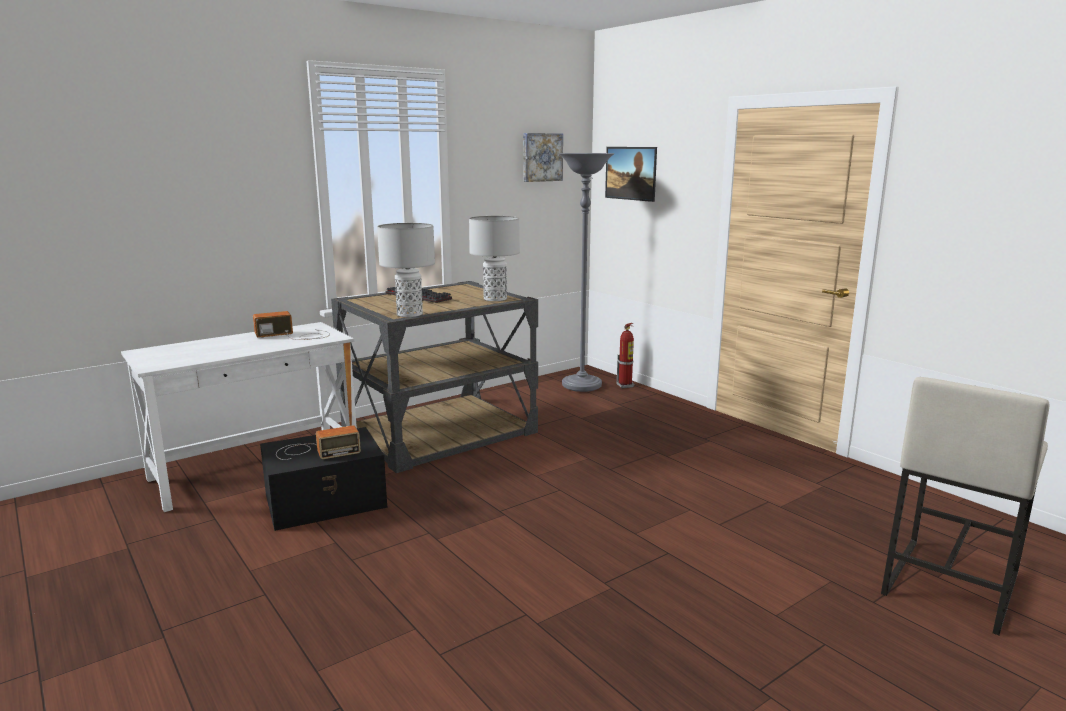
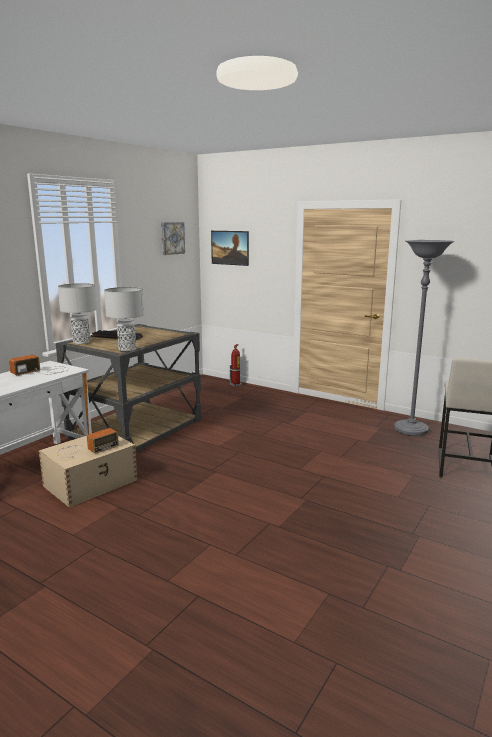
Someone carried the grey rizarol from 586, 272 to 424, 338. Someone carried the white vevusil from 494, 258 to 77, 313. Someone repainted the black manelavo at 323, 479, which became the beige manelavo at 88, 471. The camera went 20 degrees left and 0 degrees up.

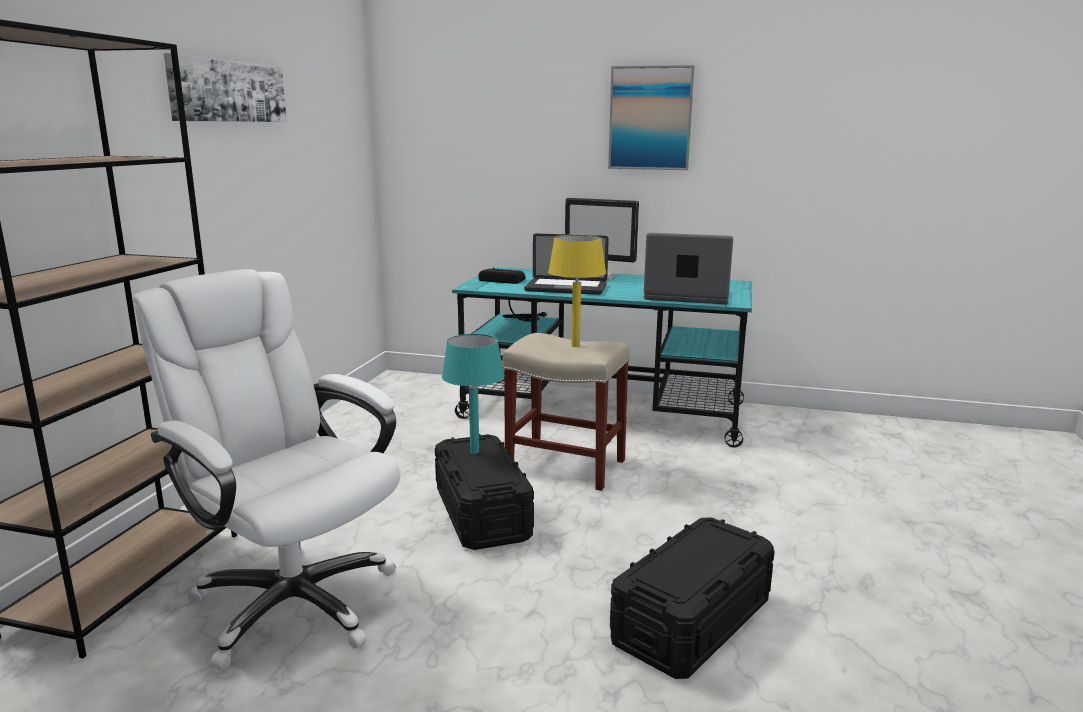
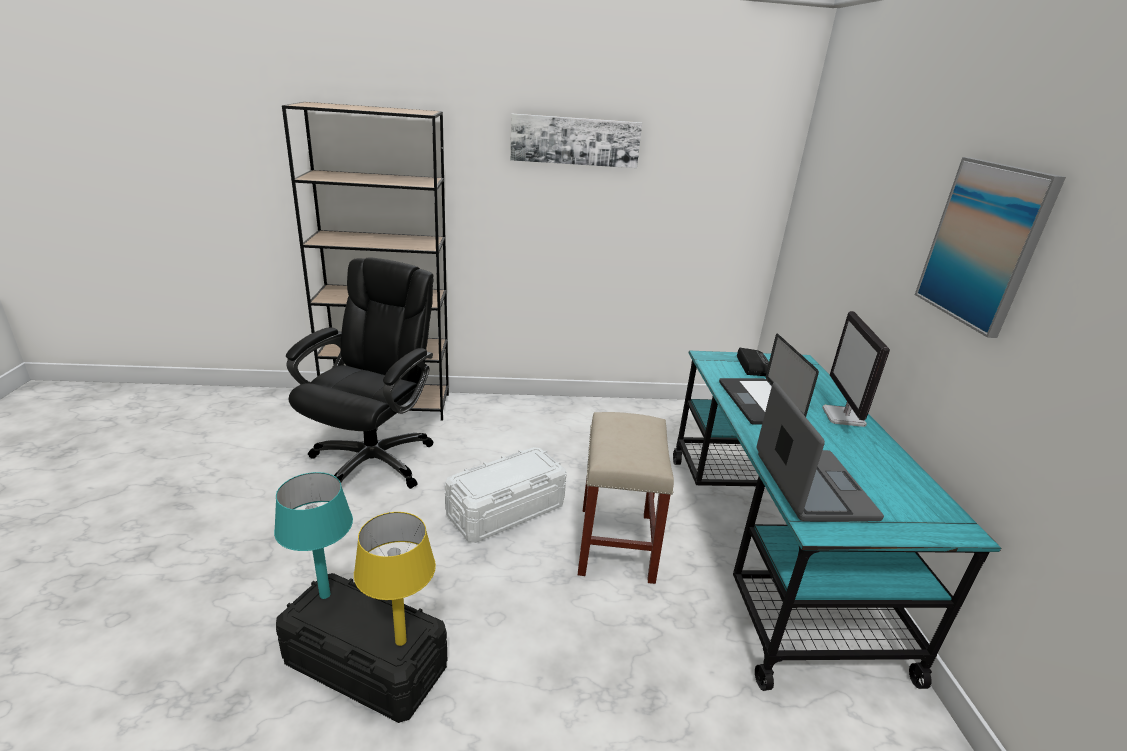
Someone carried the yellow vevusil from 577, 291 to 395, 579. Someone repainted the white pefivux at 266, 470, which became the black pefivux at 360, 373. Someone carried the turquoise vevusil from 473, 394 to 313, 535. Someone repainted the black manelavo at 484, 492, which became the white manelavo at 506, 495. The camera went 70 degrees right and 10 degrees up.

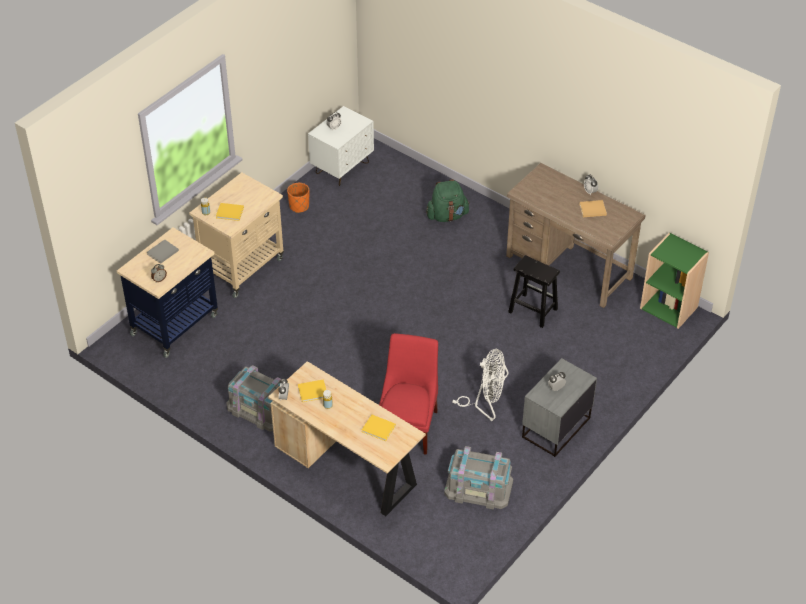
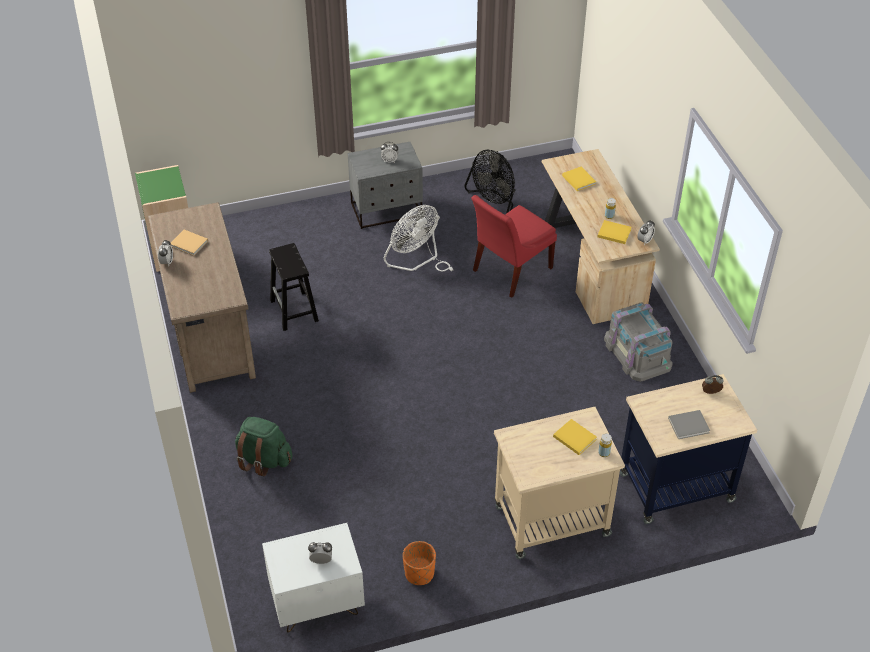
Someone swapped the grey manelavo at 478, 478 for the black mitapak at 490, 182. The camera went 145 degrees left and 0 degrees up.

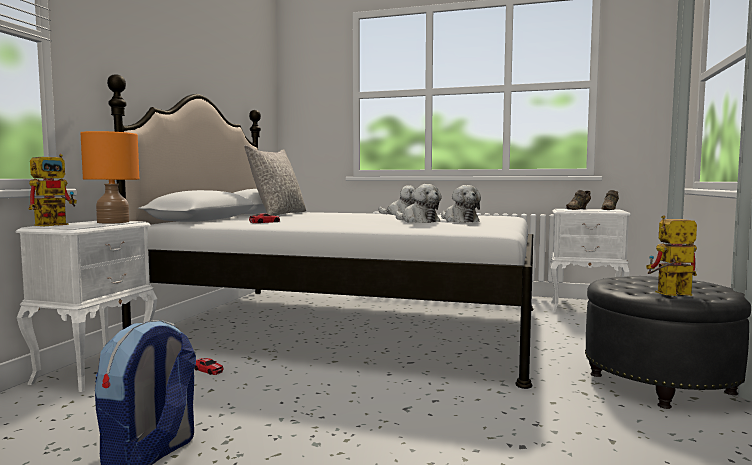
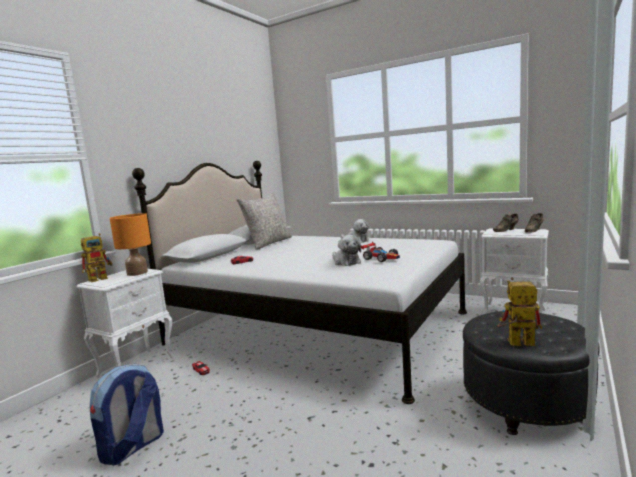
Someone swapped the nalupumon at 461, 204 for the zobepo at 380, 252. The camera went 15 degrees right and 5 degrees up.

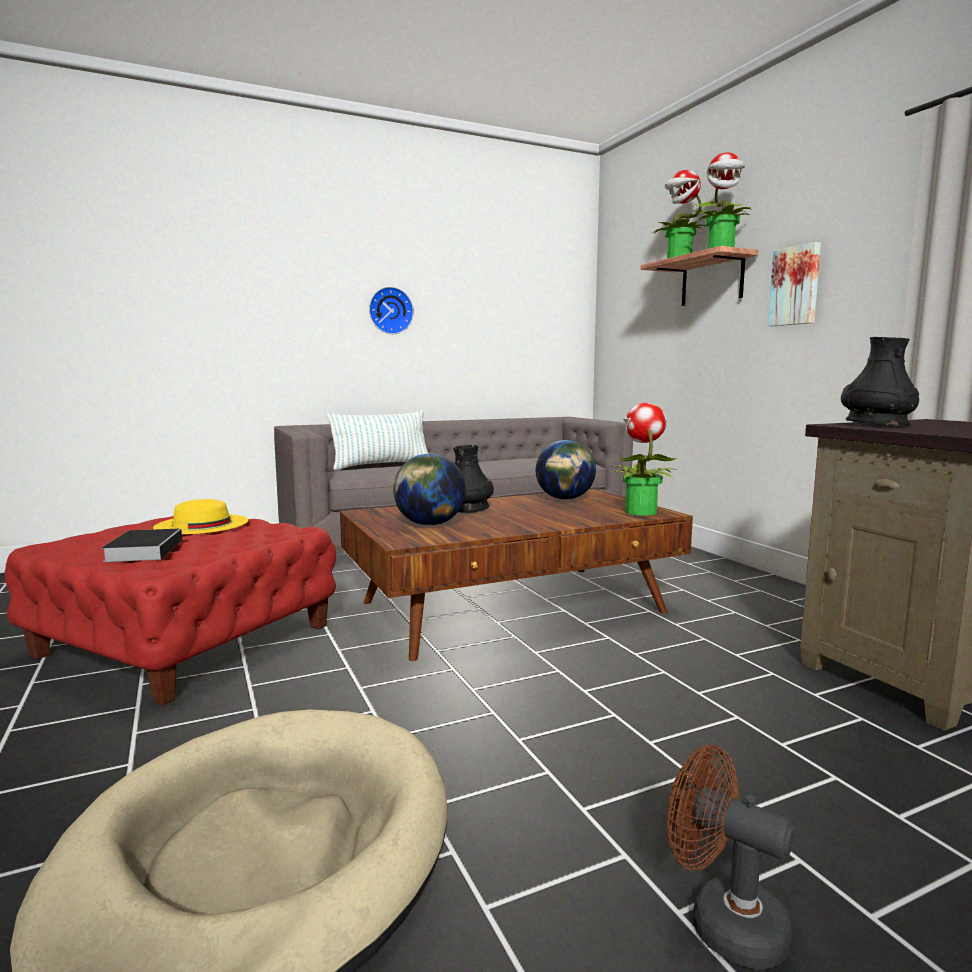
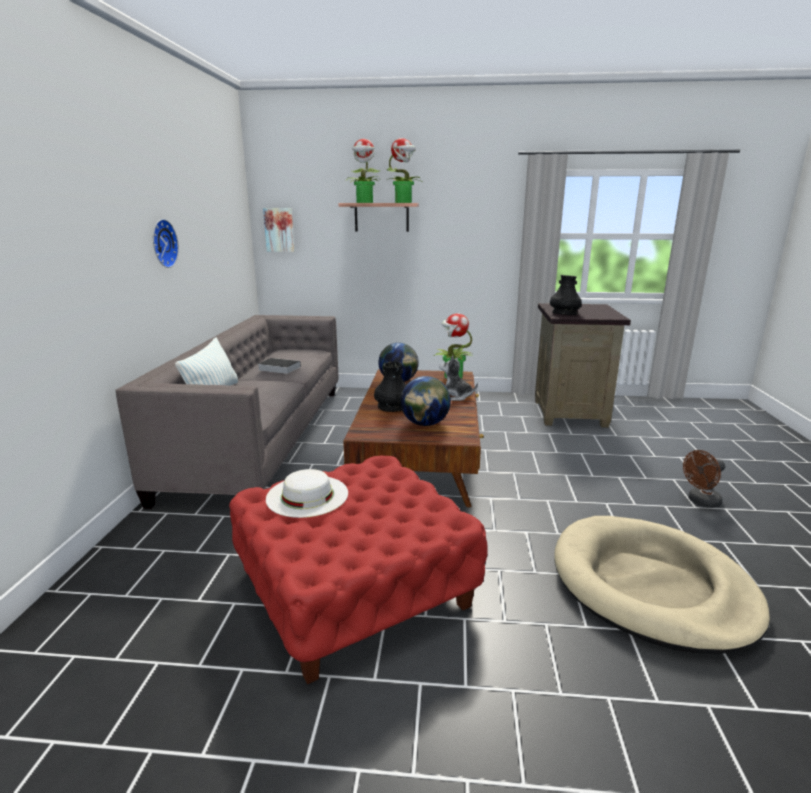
Someone carried the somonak from 794, 284 to 278, 230. Someone repainted the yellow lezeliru at 200, 516, which became the white lezeliru at 307, 493. Someone carried the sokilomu from 142, 545 to 279, 366. Someone put down the nalupumon at 458, 378. The camera went 60 degrees left and 10 degrees up.

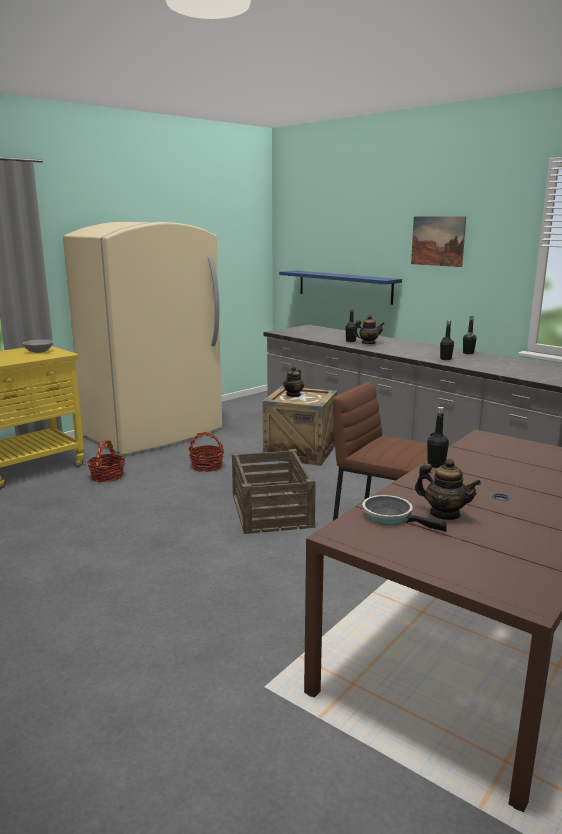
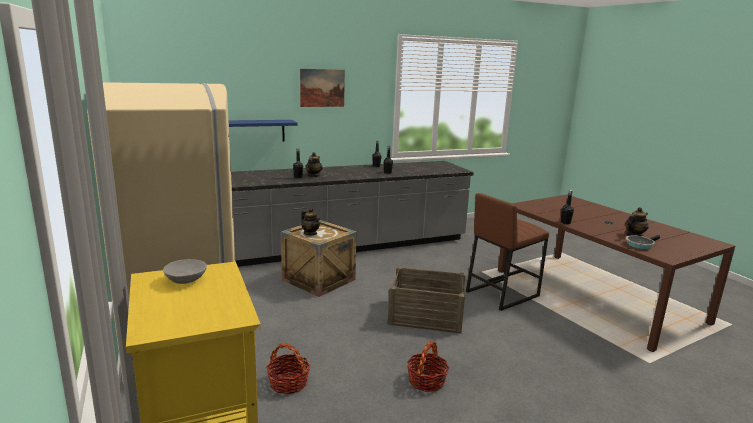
Someone carried the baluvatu from 206, 451 to 428, 366. The camera went 70 degrees left and 0 degrees up.

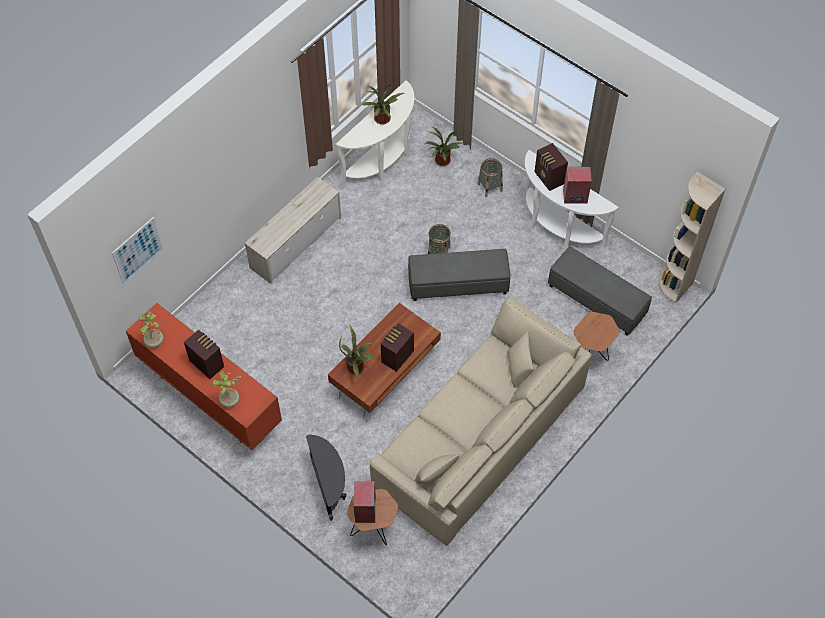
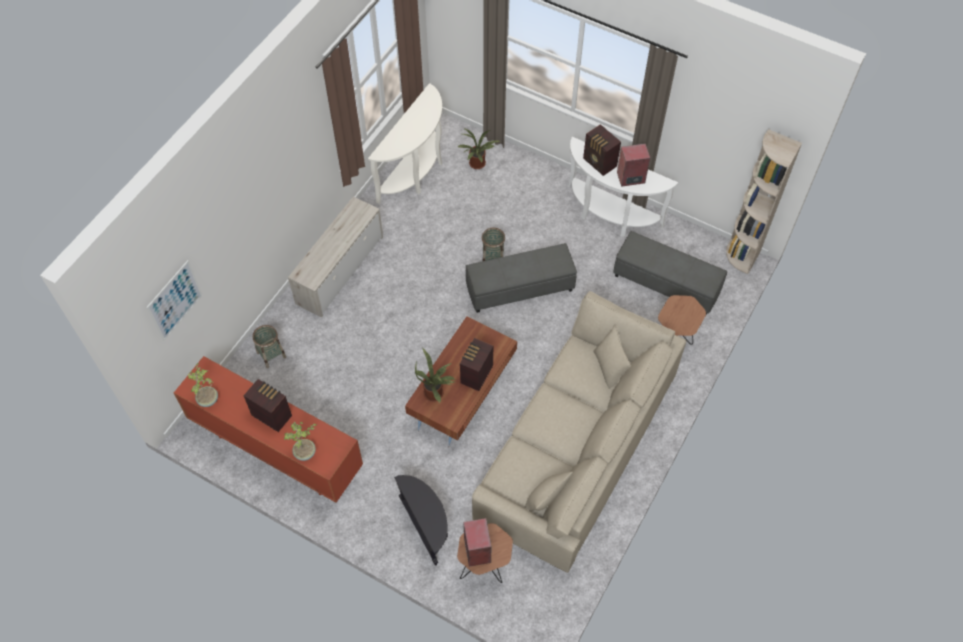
Someone took away the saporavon at 382, 104. Someone carried the baluvatu from 490, 177 to 269, 346. The camera went 10 degrees left and 0 degrees up.

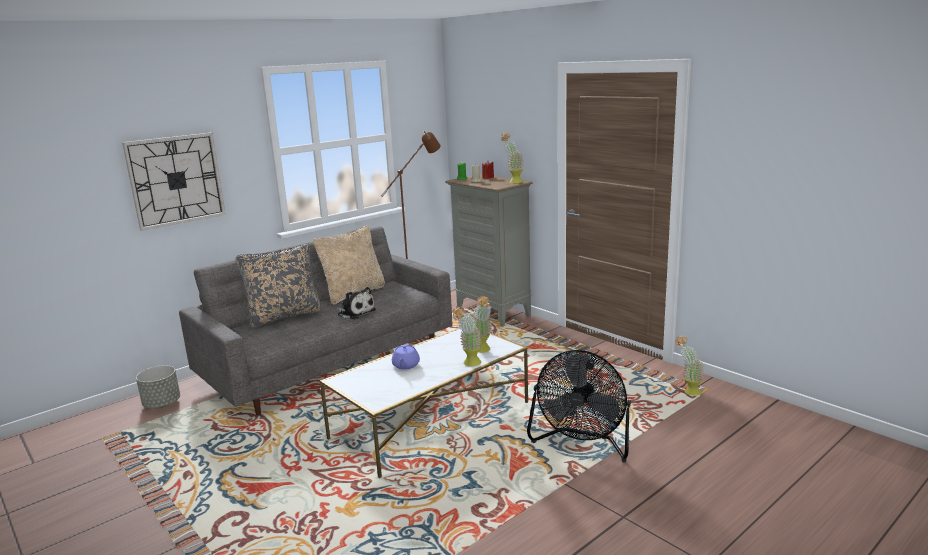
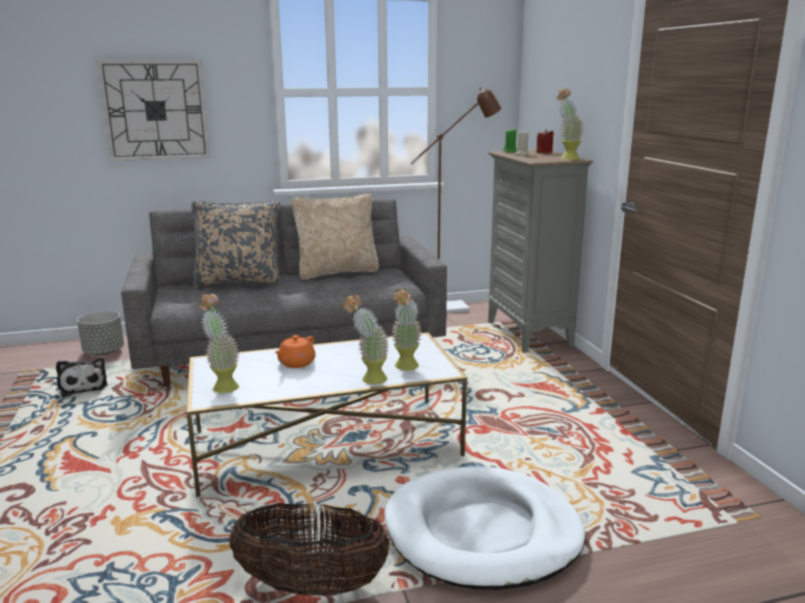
Someone carried the nalupumon from 356, 303 to 82, 377. Someone carried the saporavon from 689, 365 to 219, 343. Someone repainted the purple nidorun at 406, 357, which became the orange nidorun at 295, 351. Someone swapped the black mitapak at 579, 406 for the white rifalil at 485, 528. Someone put down the baluvatu at 309, 549. The camera went 25 degrees right and 0 degrees up.

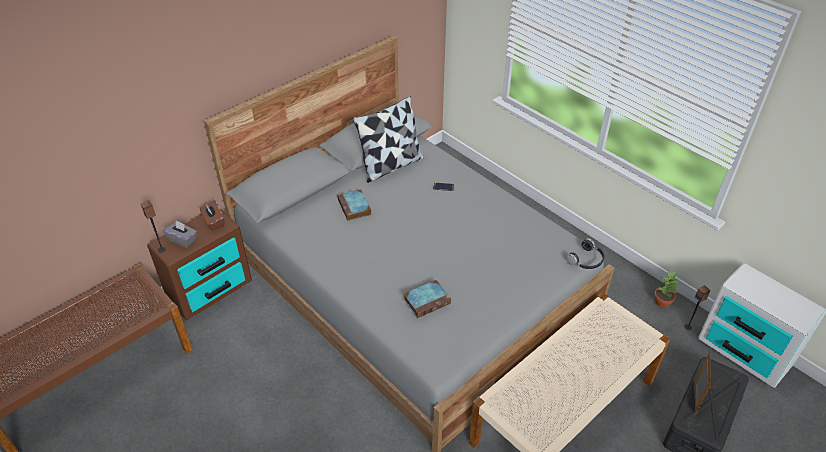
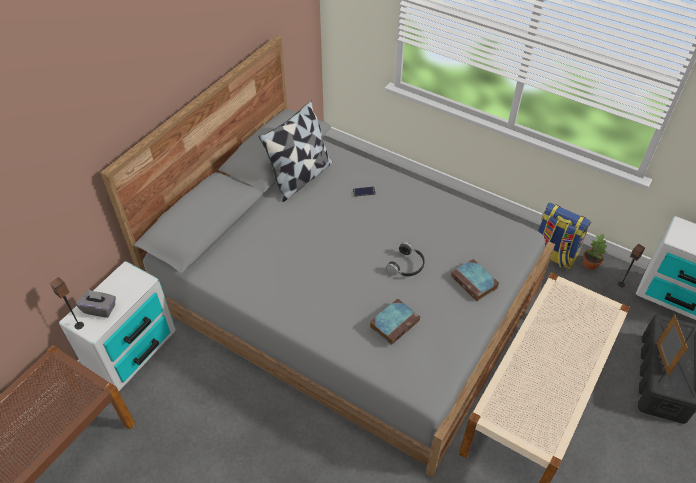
Someone carried the sokilomu from 354, 205 to 475, 280. Someone took away the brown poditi at 212, 215. Someone repainted the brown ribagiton at 199, 265, which became the white ribagiton at 117, 326. Someone carried the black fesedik from 585, 253 to 405, 259. Someone put down the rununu at 564, 236. The camera went 15 degrees left and 5 degrees up.

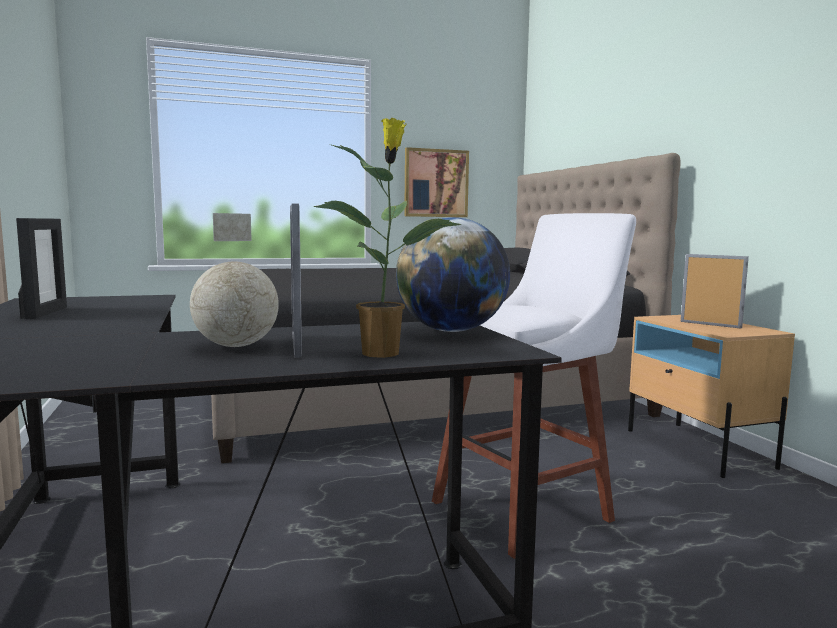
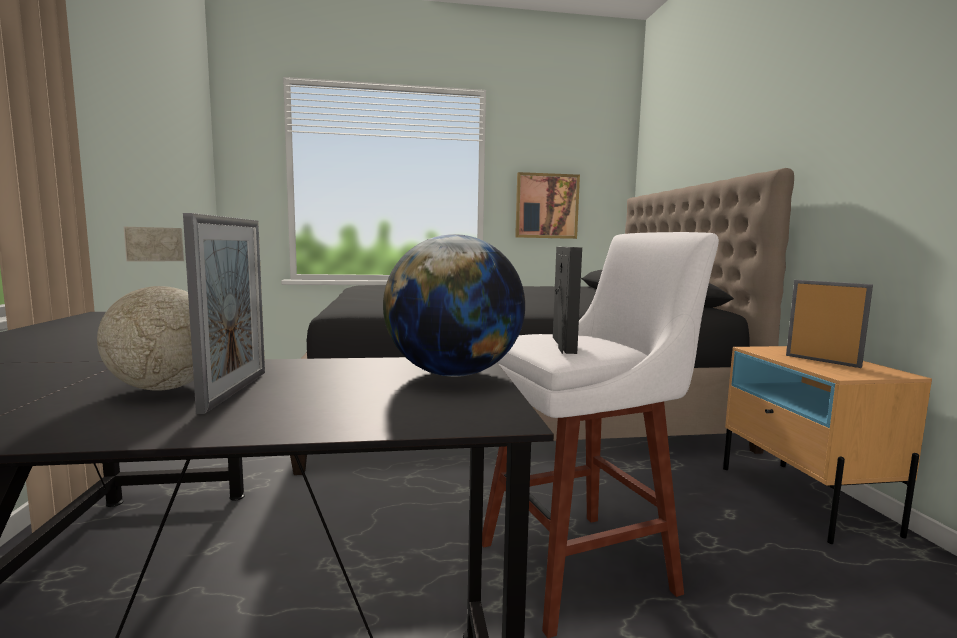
Someone took away the saporavon at 387, 238. Someone carried the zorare from 41, 268 to 567, 300. The camera went 10 degrees right and 0 degrees up.

